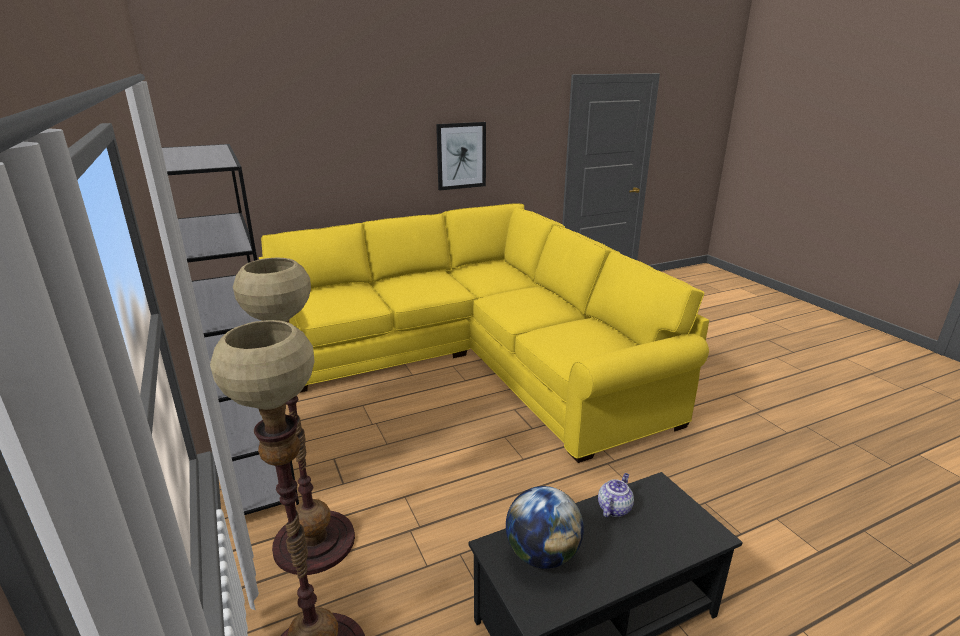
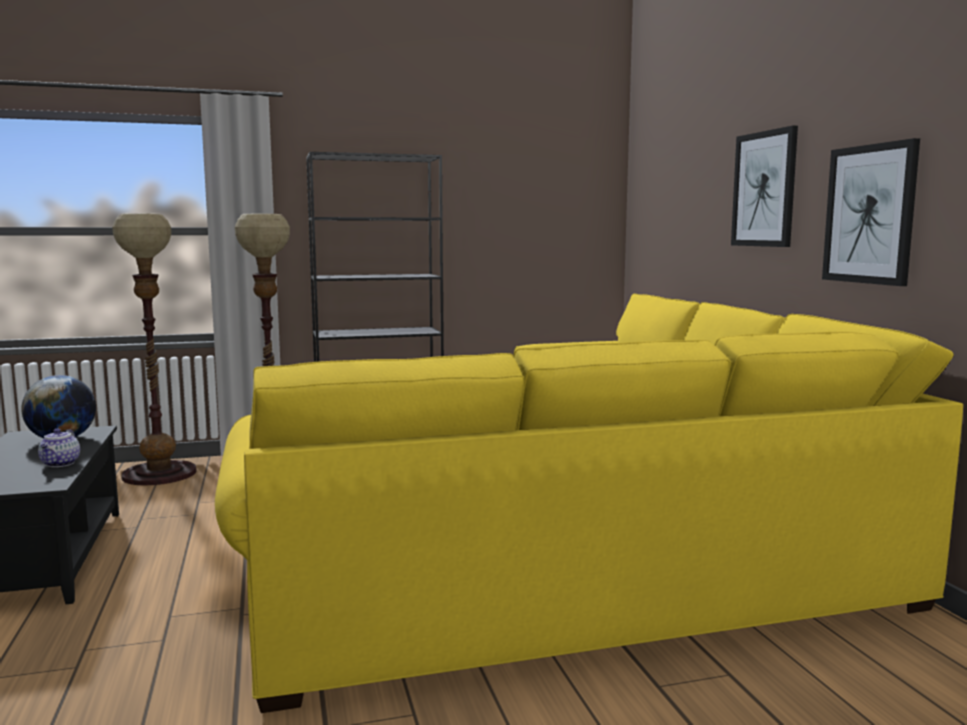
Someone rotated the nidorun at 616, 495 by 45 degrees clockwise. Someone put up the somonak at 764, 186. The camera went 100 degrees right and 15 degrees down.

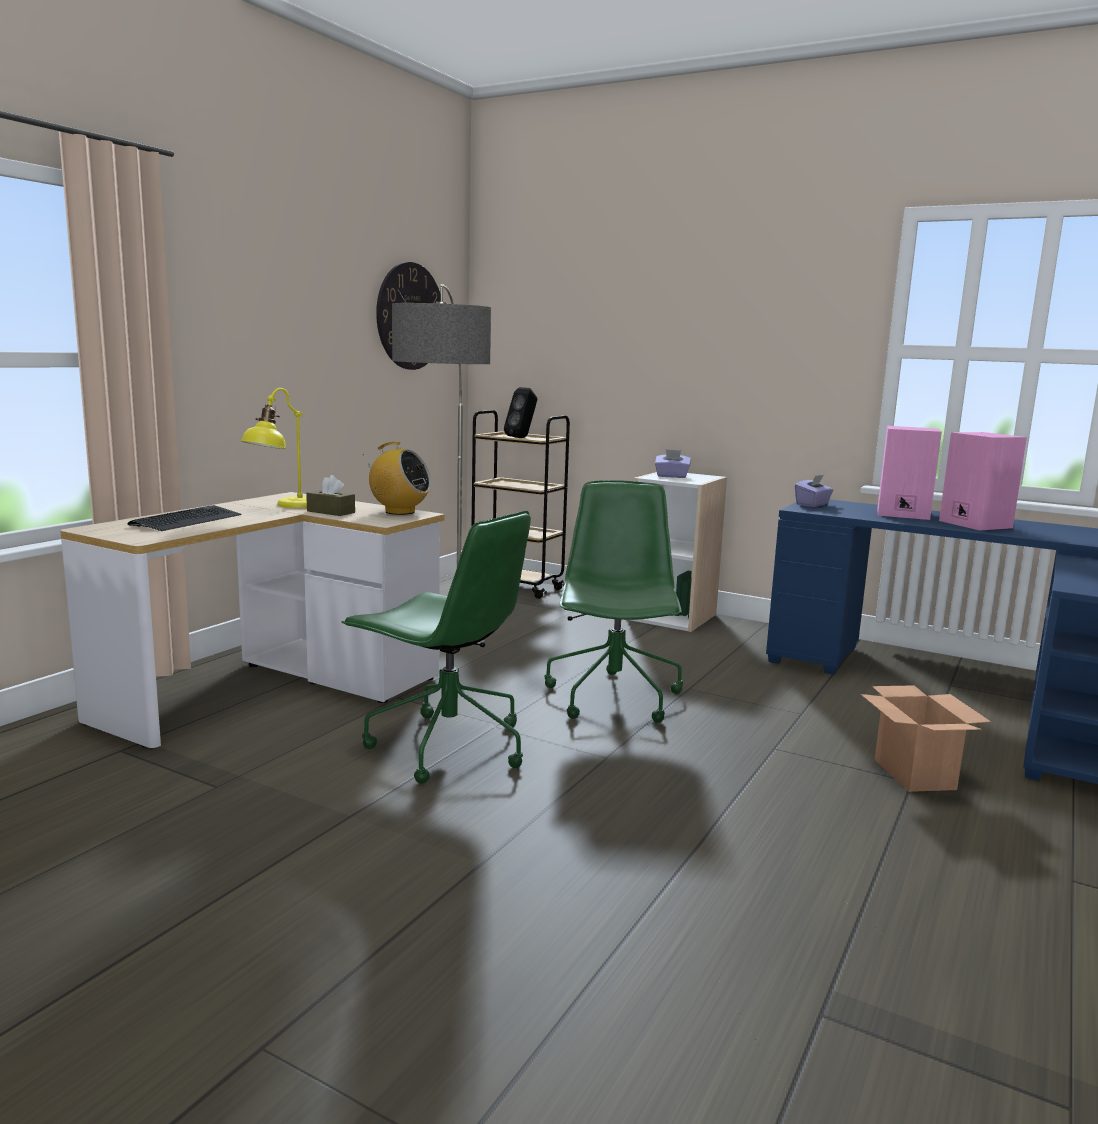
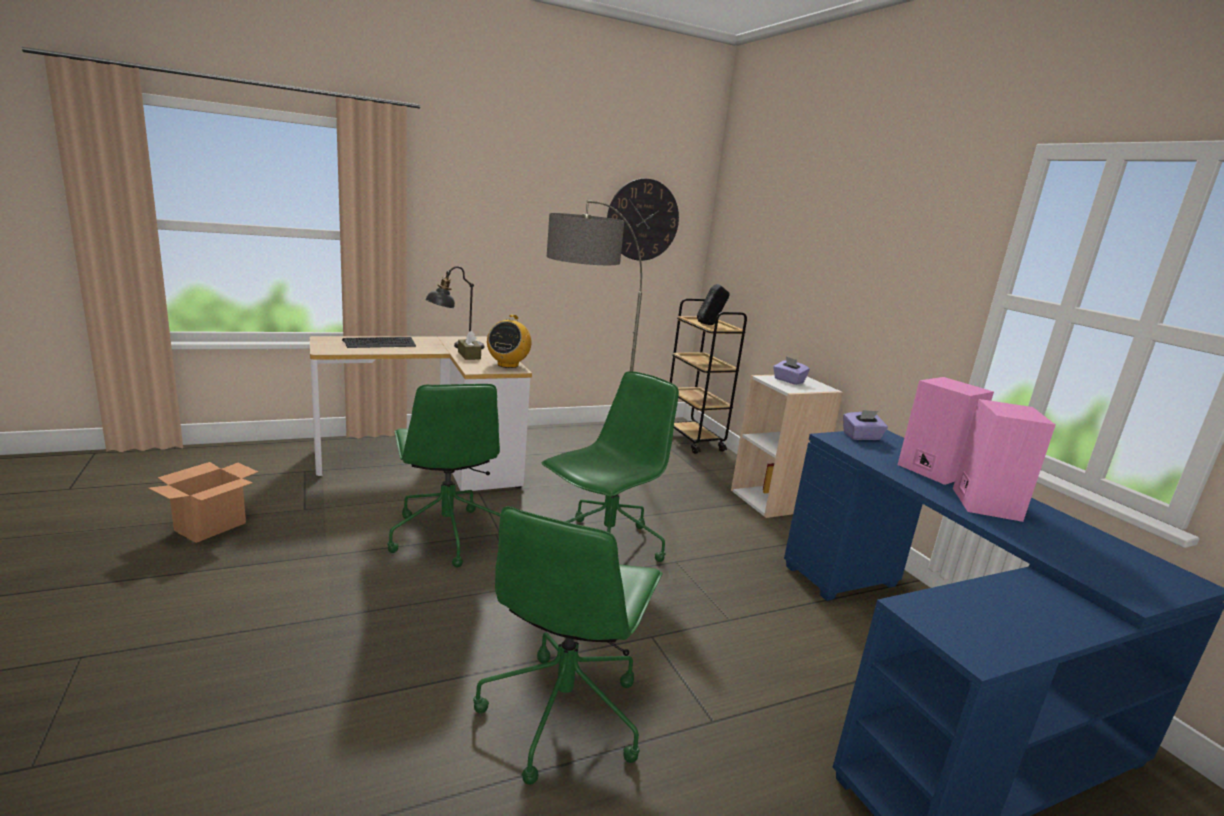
Someone repainted the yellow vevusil at 274, 448, which became the grey vevusil at 455, 307. Someone rotated the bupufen at 396, 478 by 45 degrees clockwise. Someone carried the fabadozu from 926, 738 to 203, 502. Someone put down the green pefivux at 567, 645. The camera went 35 degrees right and 5 degrees up.

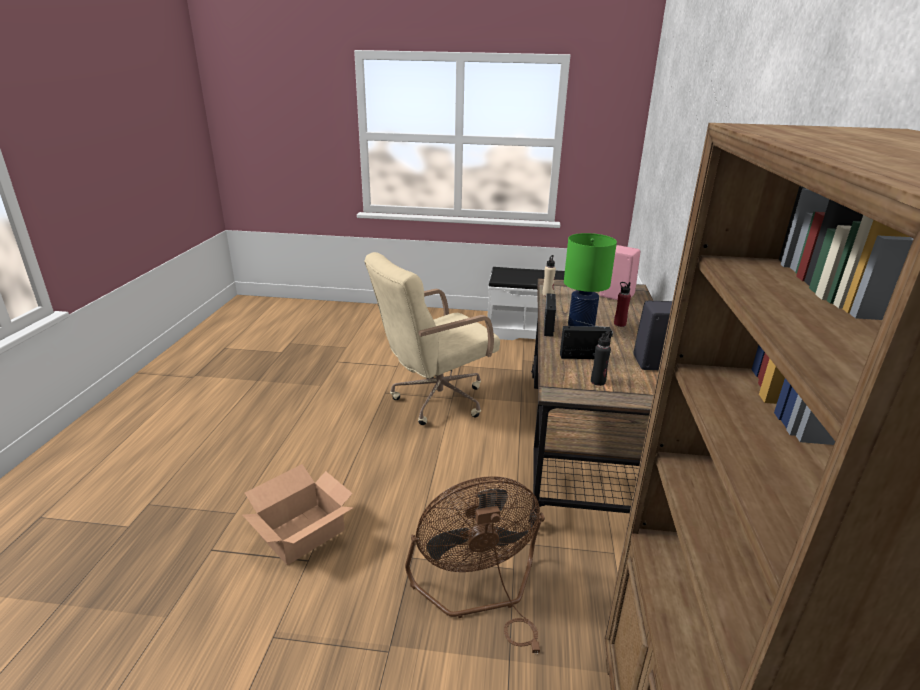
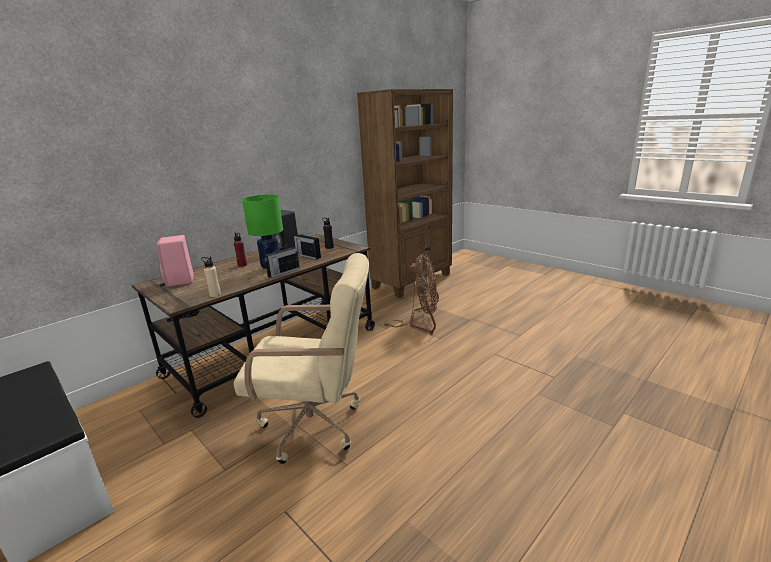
Someone took away the fabadozu at 298, 514. Someone rotated the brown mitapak at 475, 565 by 105 degrees counterclockwise. The camera went 140 degrees left and 5 degrees down.

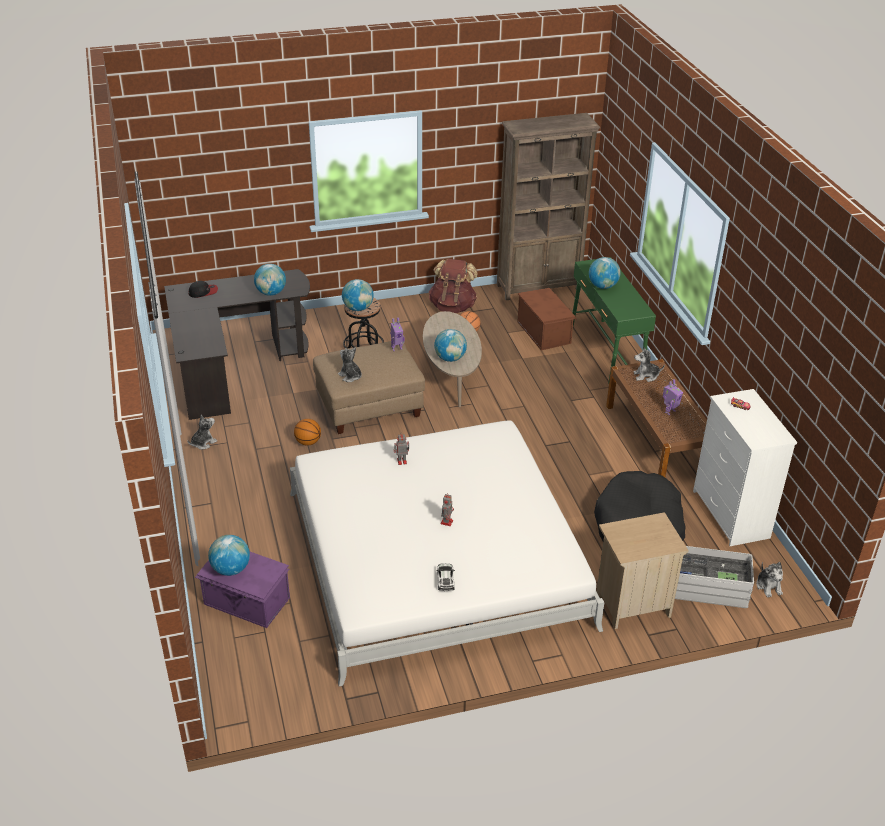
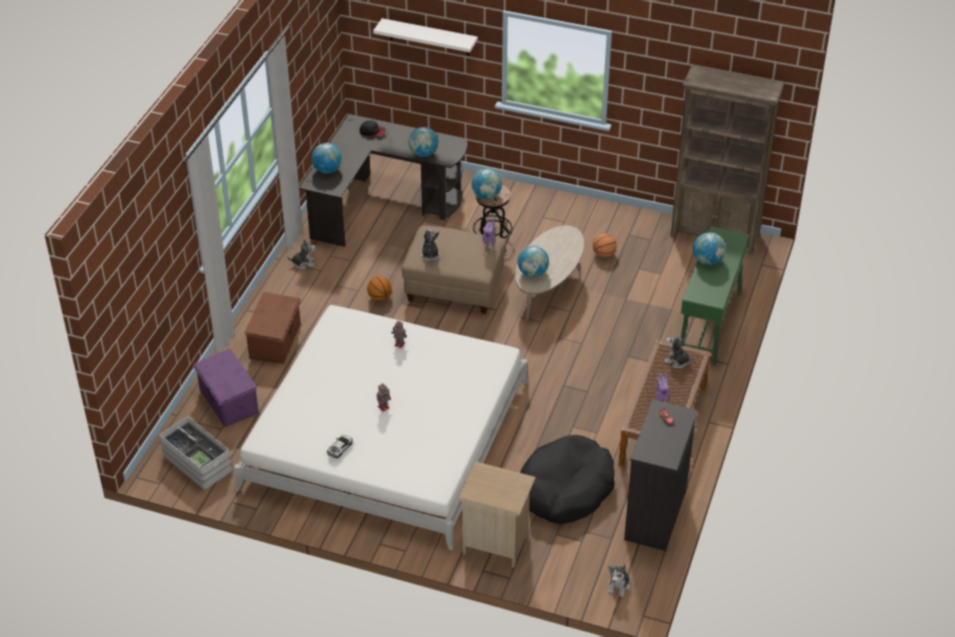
Someone took away the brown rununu at 453, 286. Someone carried the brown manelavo from 546, 319 to 272, 328. Someone repainted the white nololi at 745, 467, which became the black nololi at 661, 475. Someone carried the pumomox from 229, 555 to 327, 158. Someone carried the grey manelavo from 714, 577 to 196, 453. Someone put up the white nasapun at 425, 36. The camera went 35 degrees right and 5 degrees up.

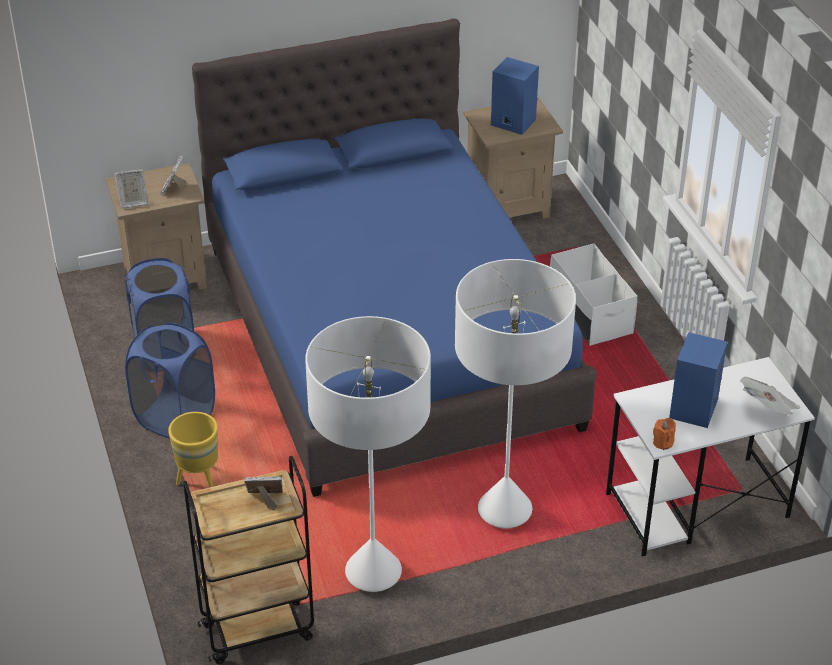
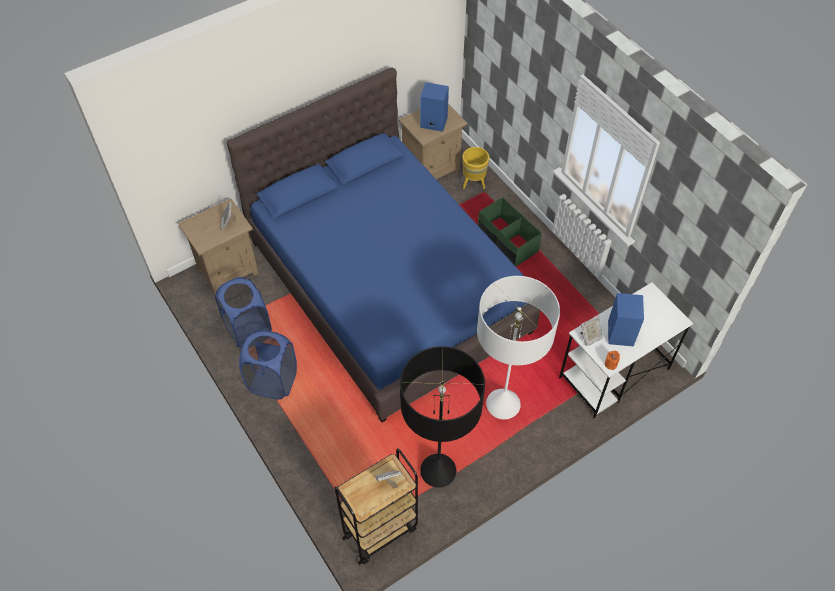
Someone carried the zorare from 131, 188 to 592, 331. Someone repainted the white manelavo at 593, 295, which became the green manelavo at 510, 231. Someone repainted the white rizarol at 368, 454, which became the black rizarol at 442, 417. Someone took away the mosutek at 770, 396. Someone carried the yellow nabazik from 193, 450 to 476, 168. The camera went 15 degrees left and 15 degrees up.

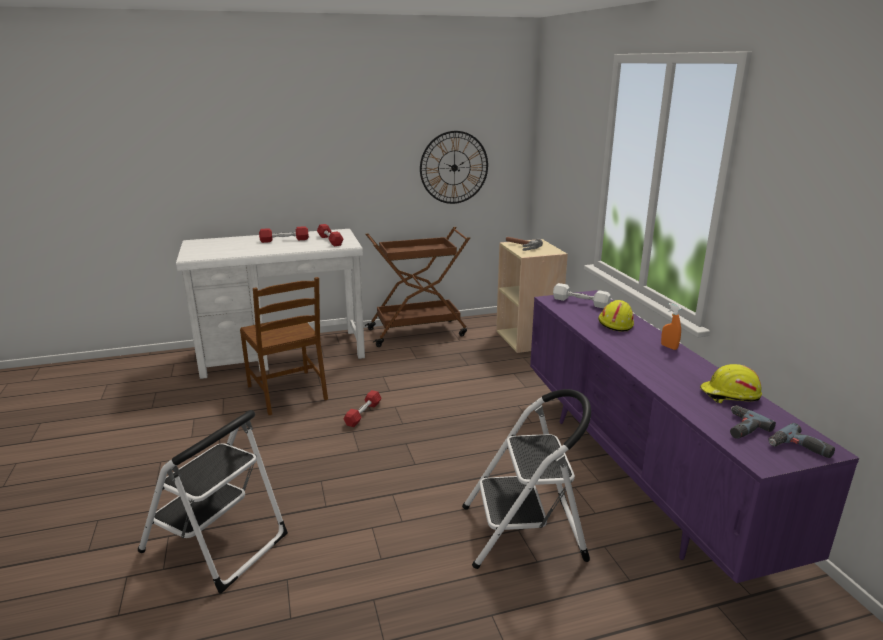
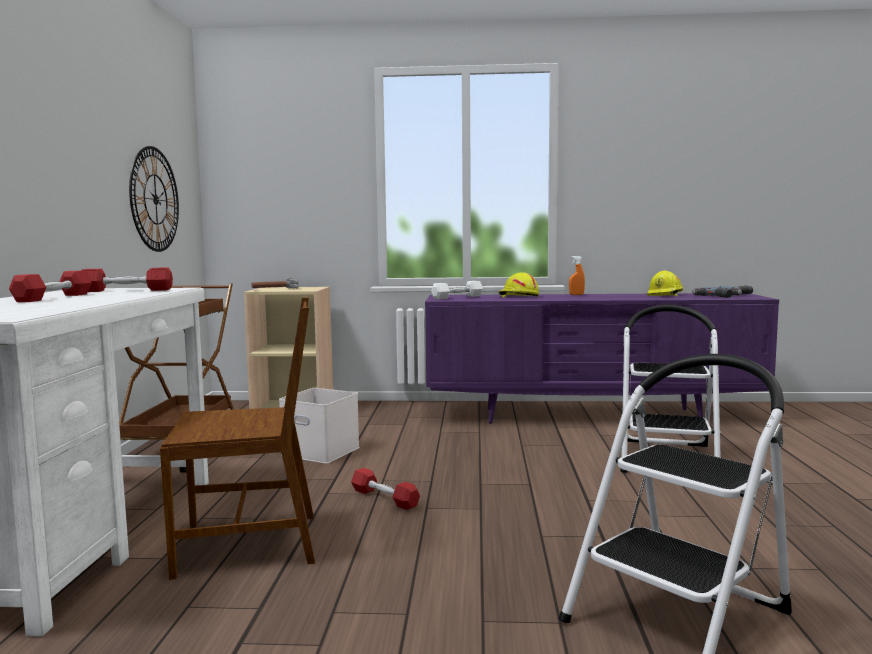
Someone put down the white manelavo at 319, 426. The camera went 70 degrees left and 15 degrees down.

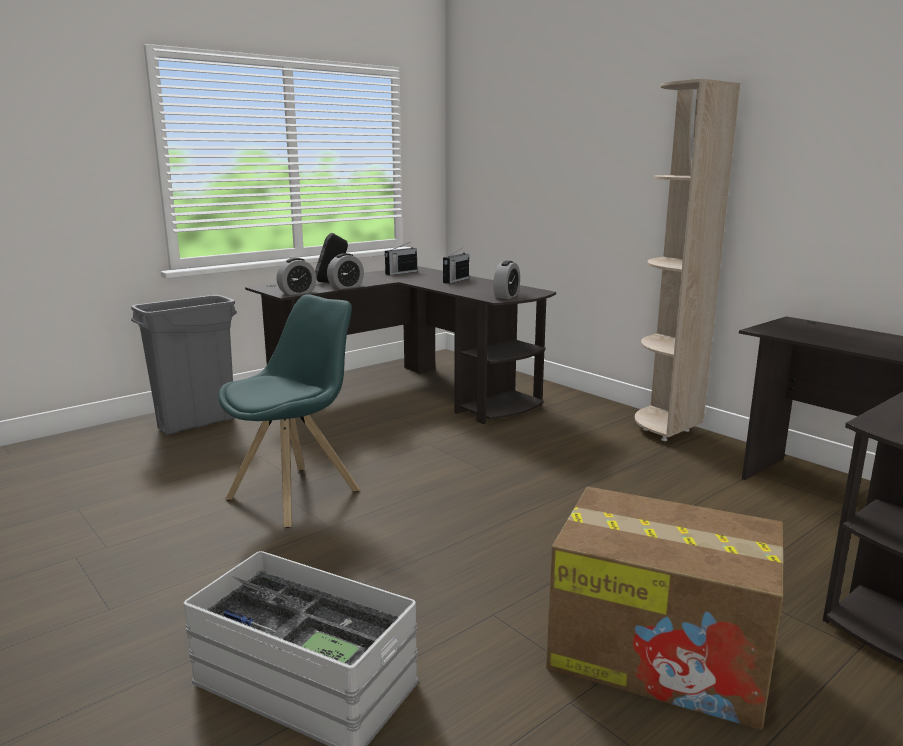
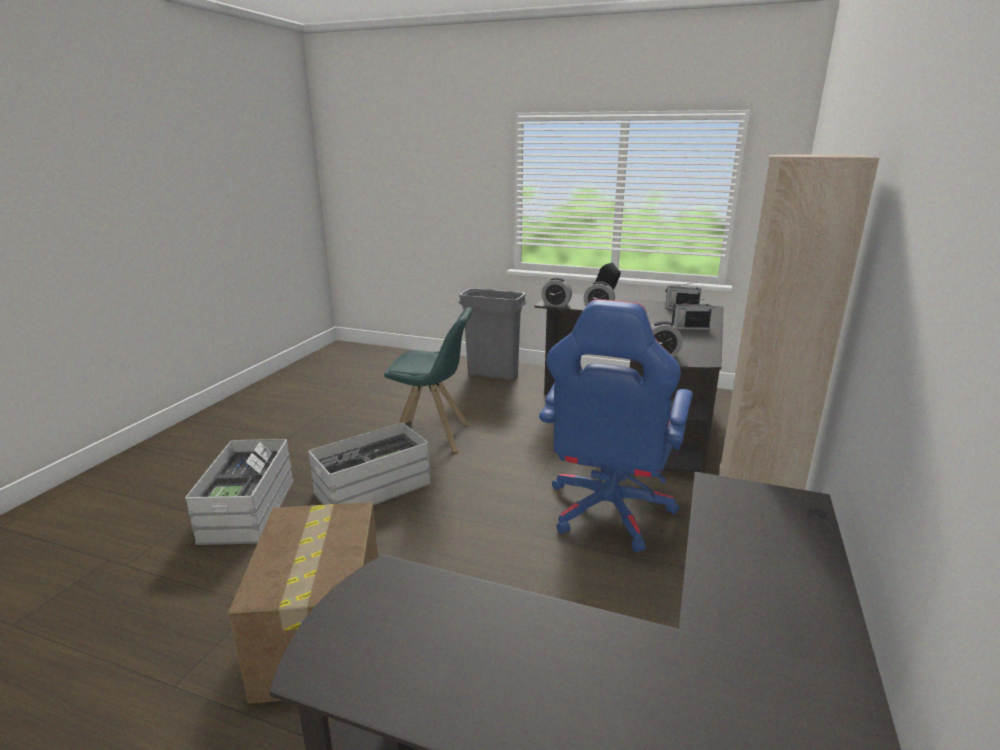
Someone put down the blue pefivux at 616, 425. Someone put down the grey manelavo at 369, 464. The camera went 60 degrees right and 5 degrees up.

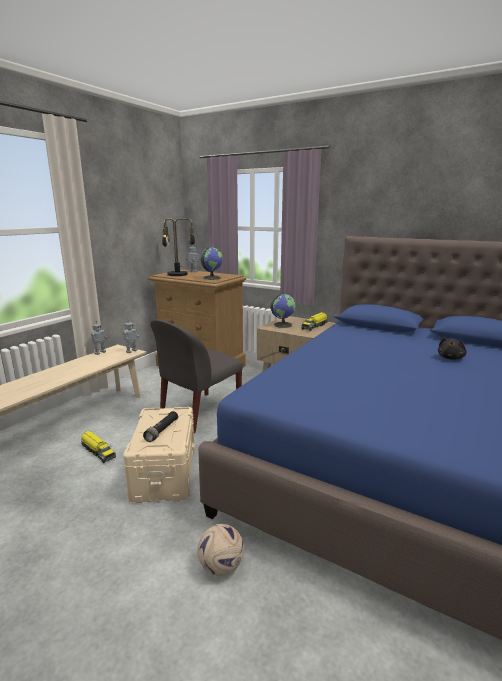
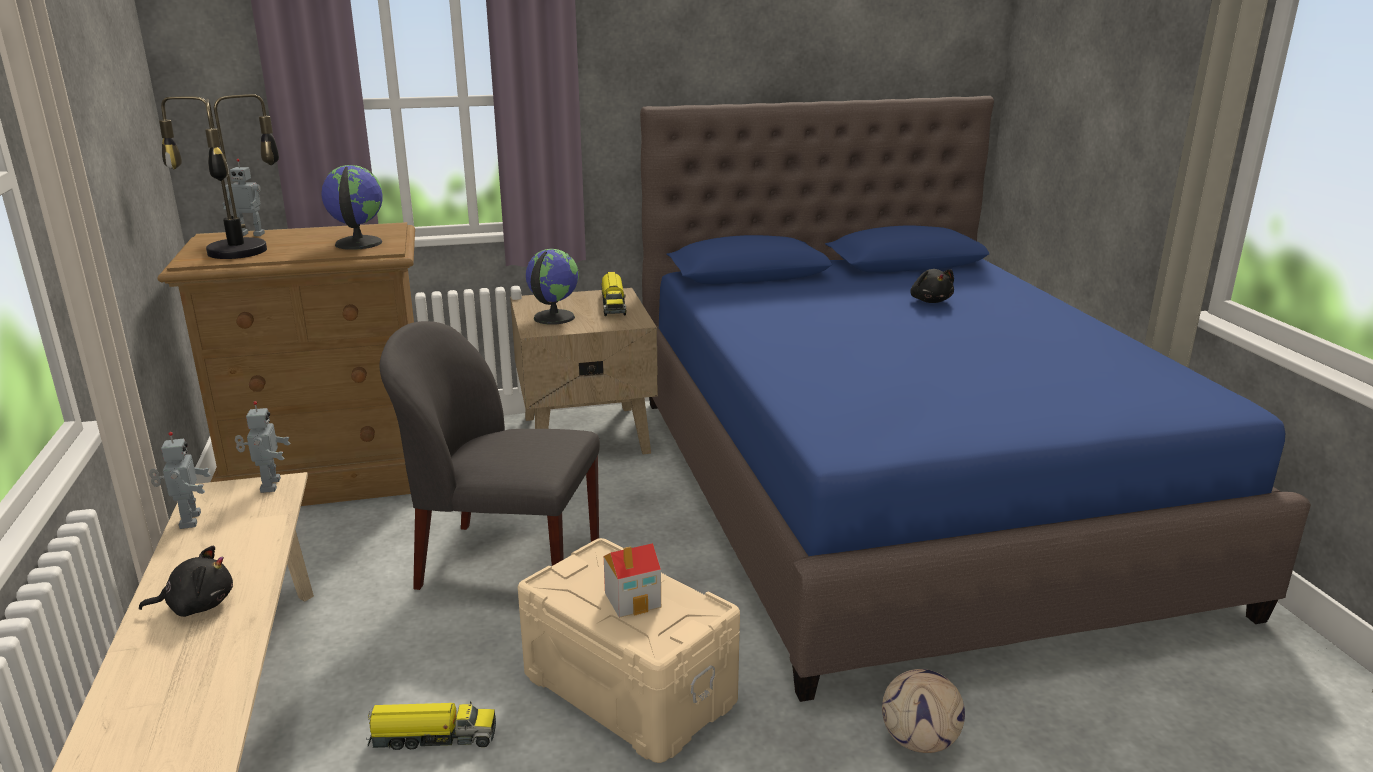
Someone rotated the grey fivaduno at 196, 376 by 105 degrees clockwise. Someone swapped the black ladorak at 160, 426 for the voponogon at 632, 580. Someone put down the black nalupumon at 186, 581. The camera went 45 degrees left and 5 degrees up.

